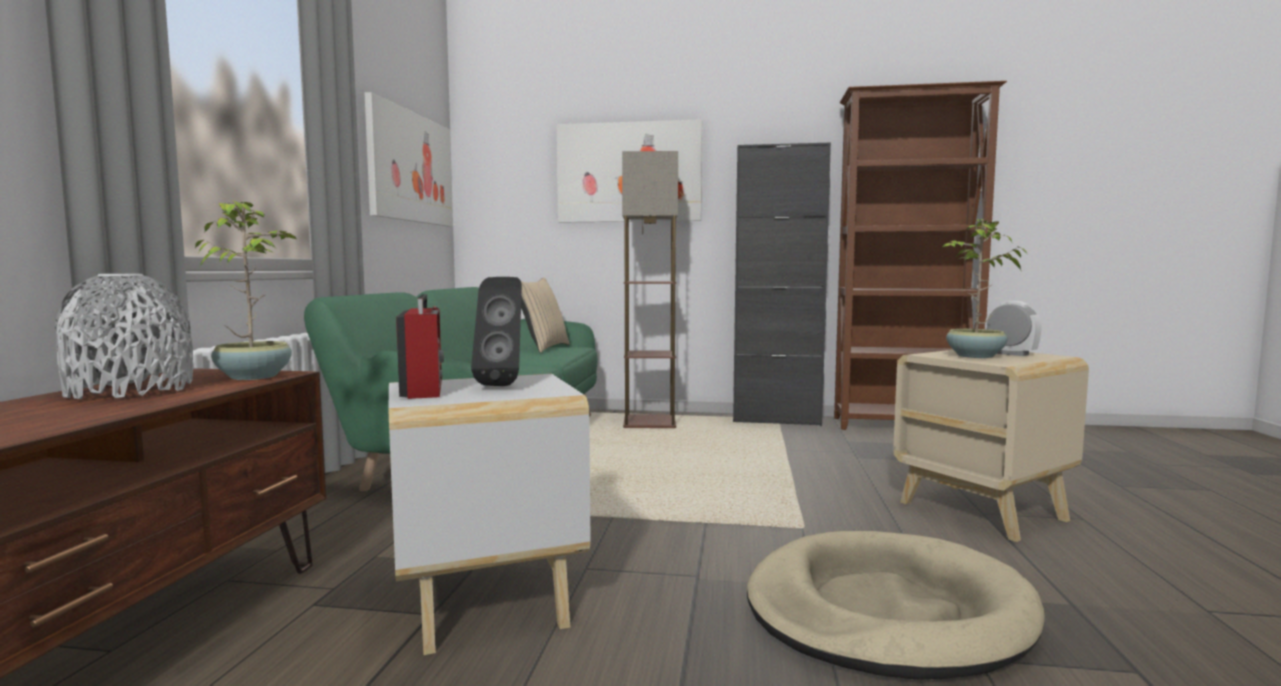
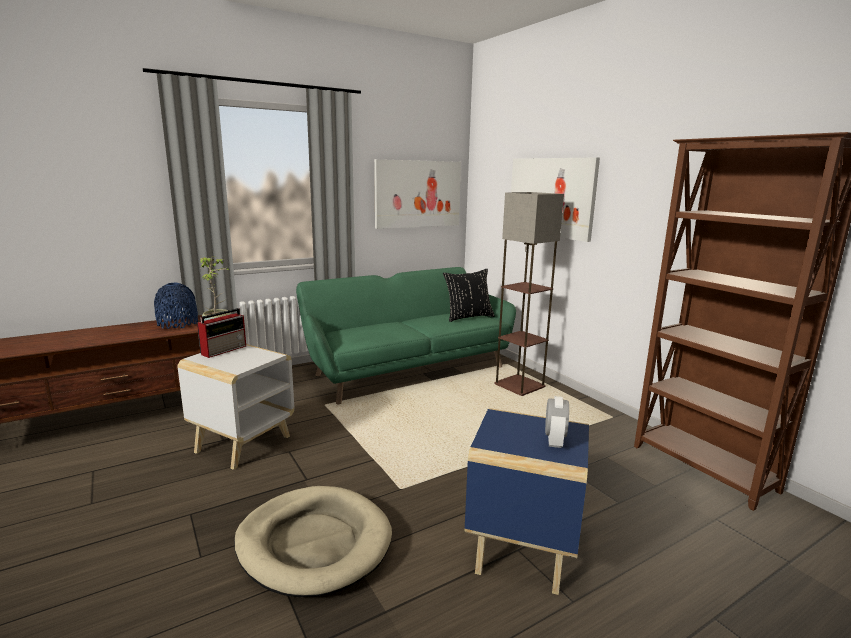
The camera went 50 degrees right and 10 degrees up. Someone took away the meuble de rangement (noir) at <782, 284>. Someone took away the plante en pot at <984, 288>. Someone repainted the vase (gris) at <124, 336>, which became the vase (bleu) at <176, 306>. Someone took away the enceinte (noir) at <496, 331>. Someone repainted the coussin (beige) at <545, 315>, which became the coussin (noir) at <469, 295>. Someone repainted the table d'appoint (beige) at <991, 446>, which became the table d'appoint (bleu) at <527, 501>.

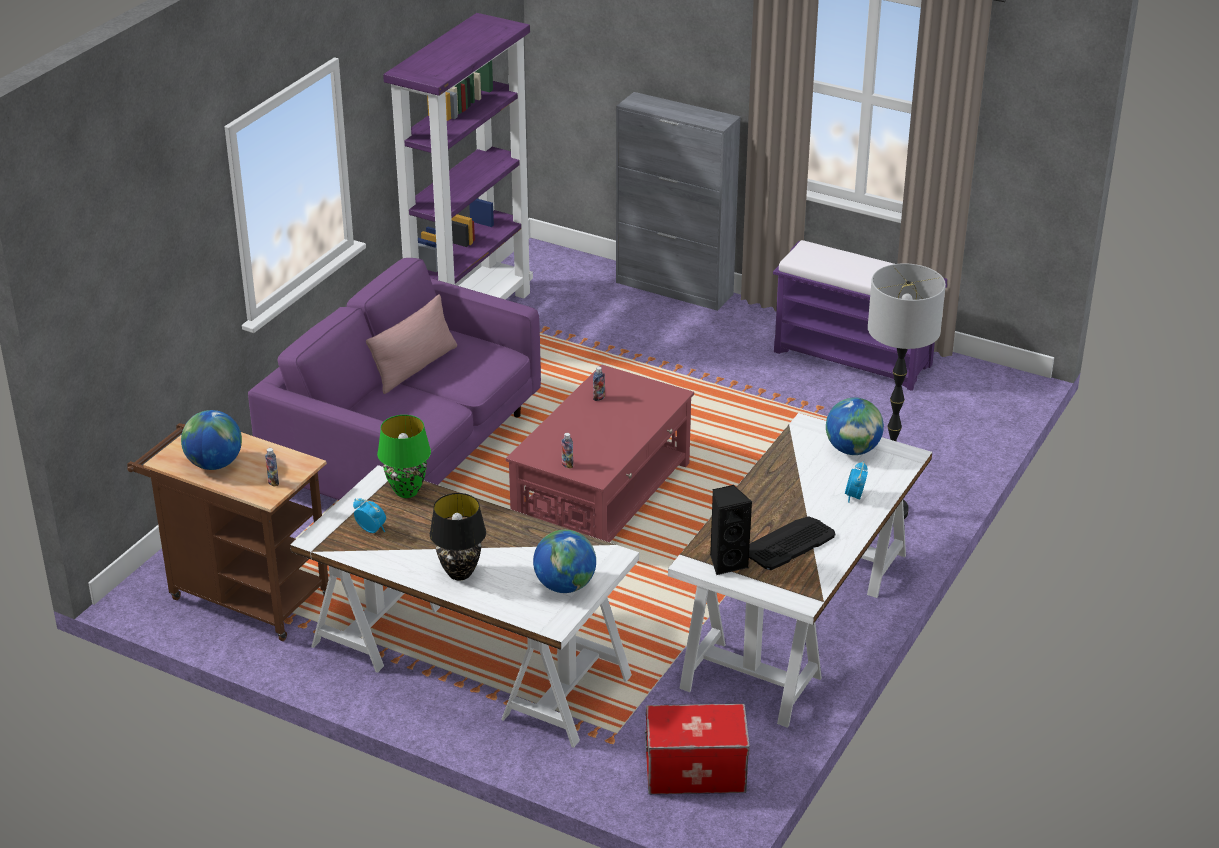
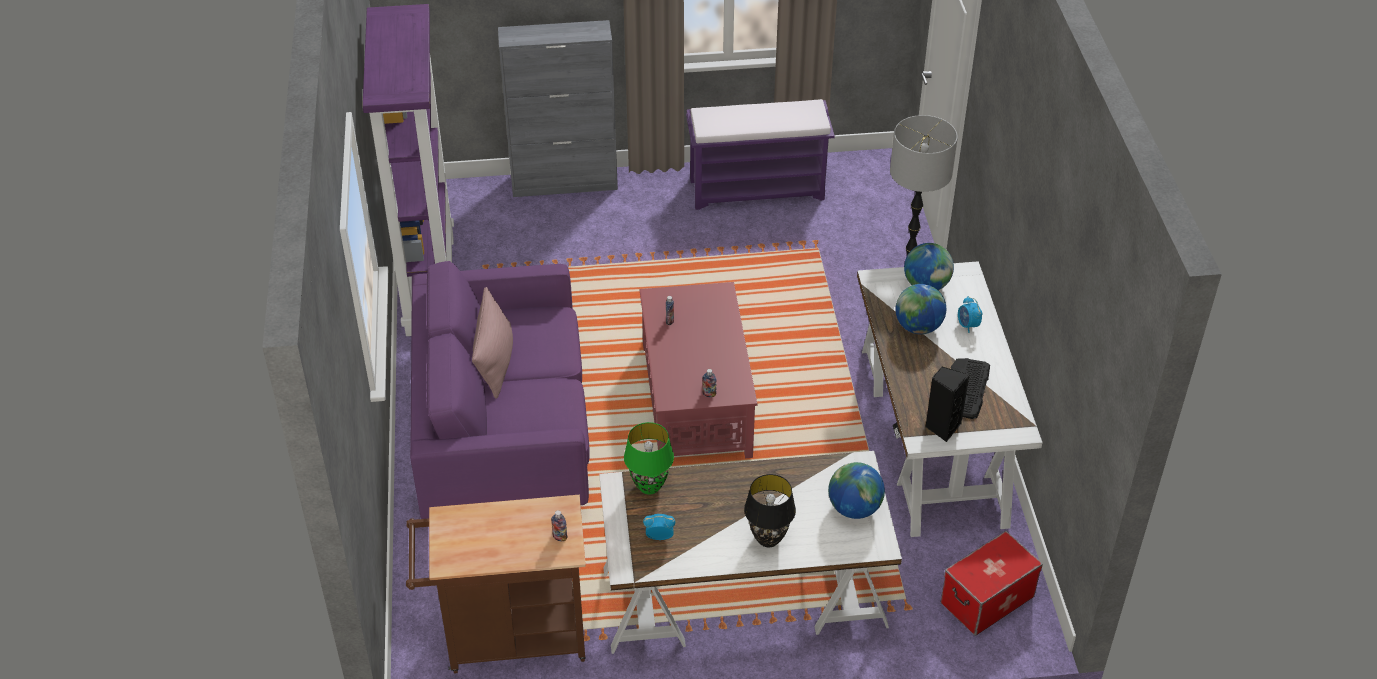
The camera went 35 degrees left and 10 degrees up. Someone carried the globe from <211, 440> to <920, 309>.

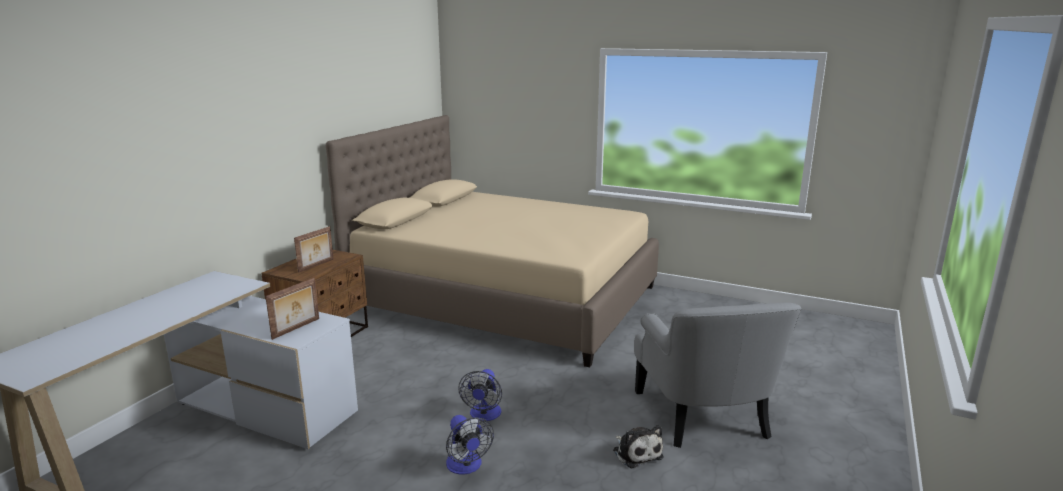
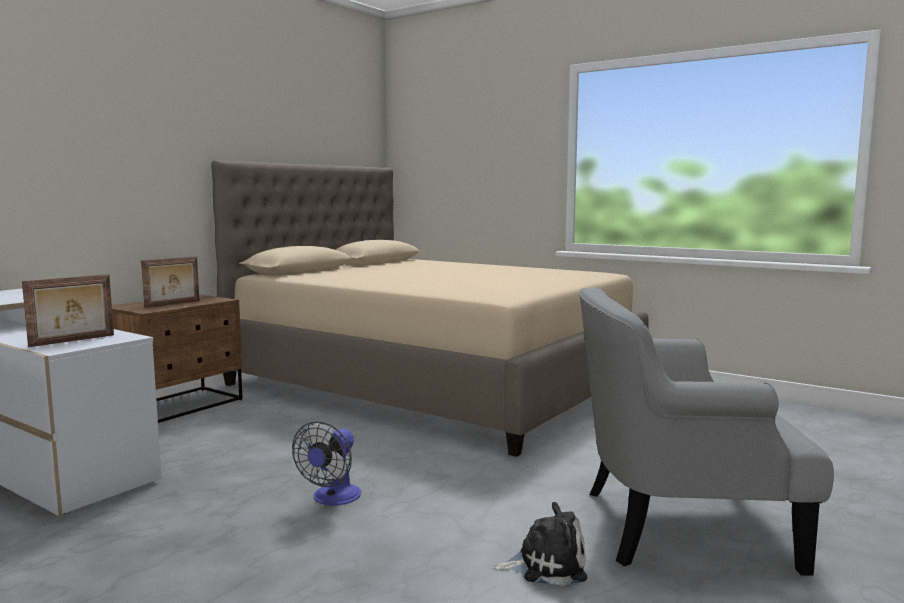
The camera went 10 degrees right and 10 degrees down. Someone rotated the fauteuil (gris) at <718, 375> by 90 degrees clockwise. Someone took away the ventilateur at <470, 445>. Someone rotated the peluche at <638, 447> by 75 degrees counterclockwise.

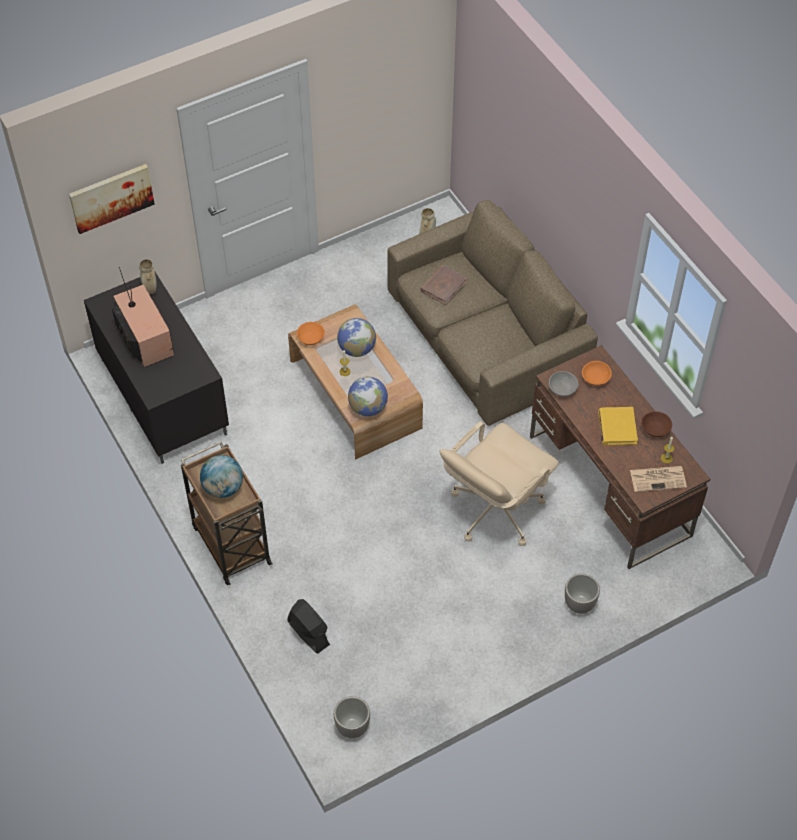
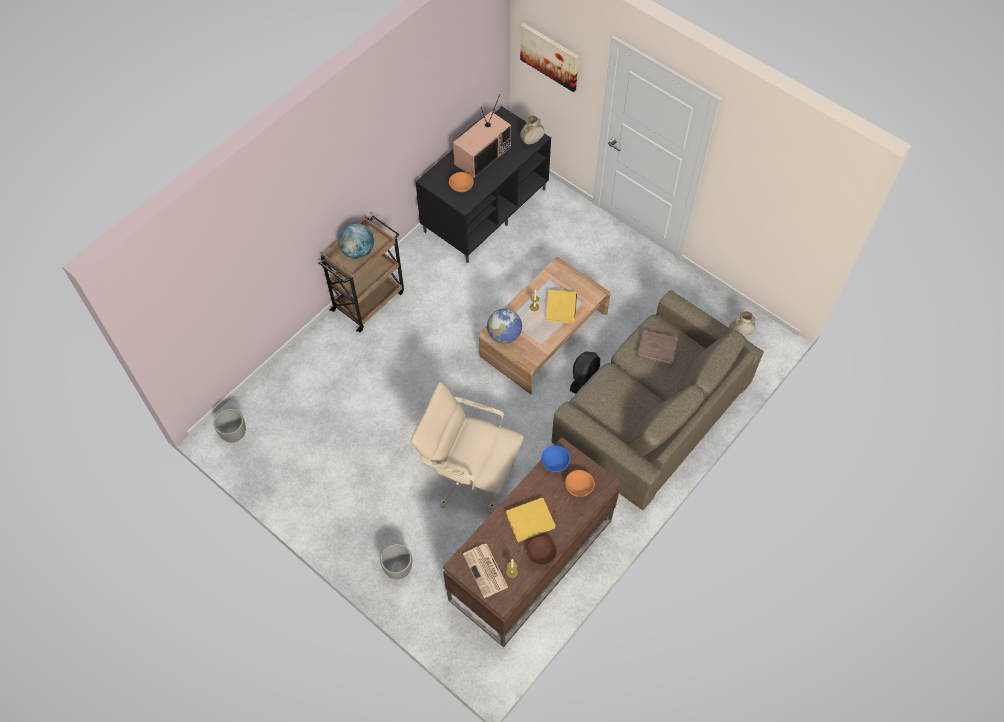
The camera went 70 degrees right and 5 degrees up. Someone swapped the globe at <356, 337> for the livre (jaune) at <561, 307>. Someone carried the bol (orange) from <311, 333> to <461, 182>. Someone repainted the bol (gris) at <564, 383>, which became the bol (bleu) at <555, 459>. Someone carried the ventilateur (noir) from <308, 626> to <584, 372>.

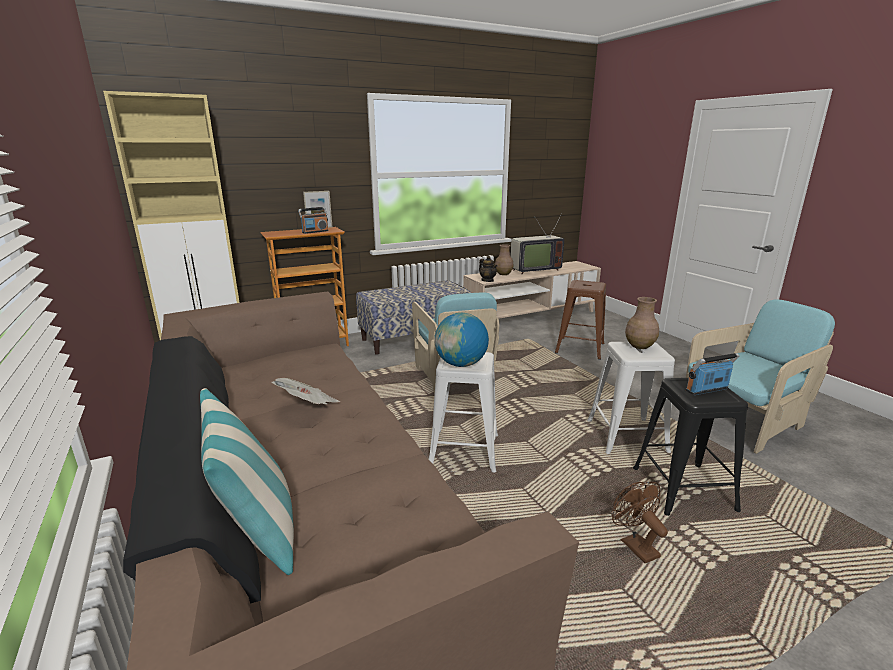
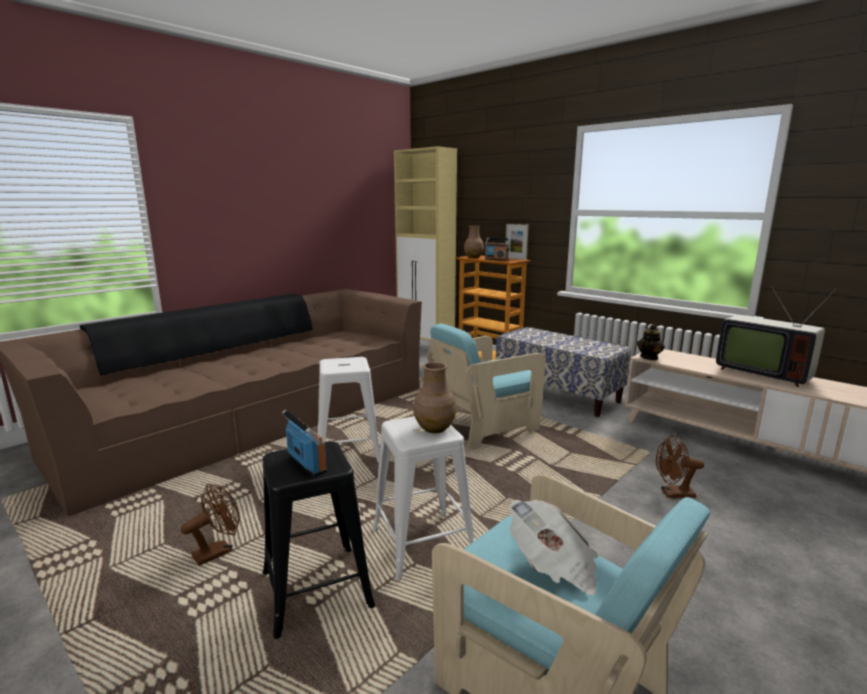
The camera went 70 degrees right and 5 degrees down. Someone carried the vase (marron) from <504, 259> to <474, 242>. Someone swapped the tabouret (marron) at <580, 320> for the ventilateur (marron) at <680, 466>. Someone took away the globe at <461, 340>. Someone carried the journal from <305, 391> to <553, 547>. Someone took away the coussin at <247, 481>.

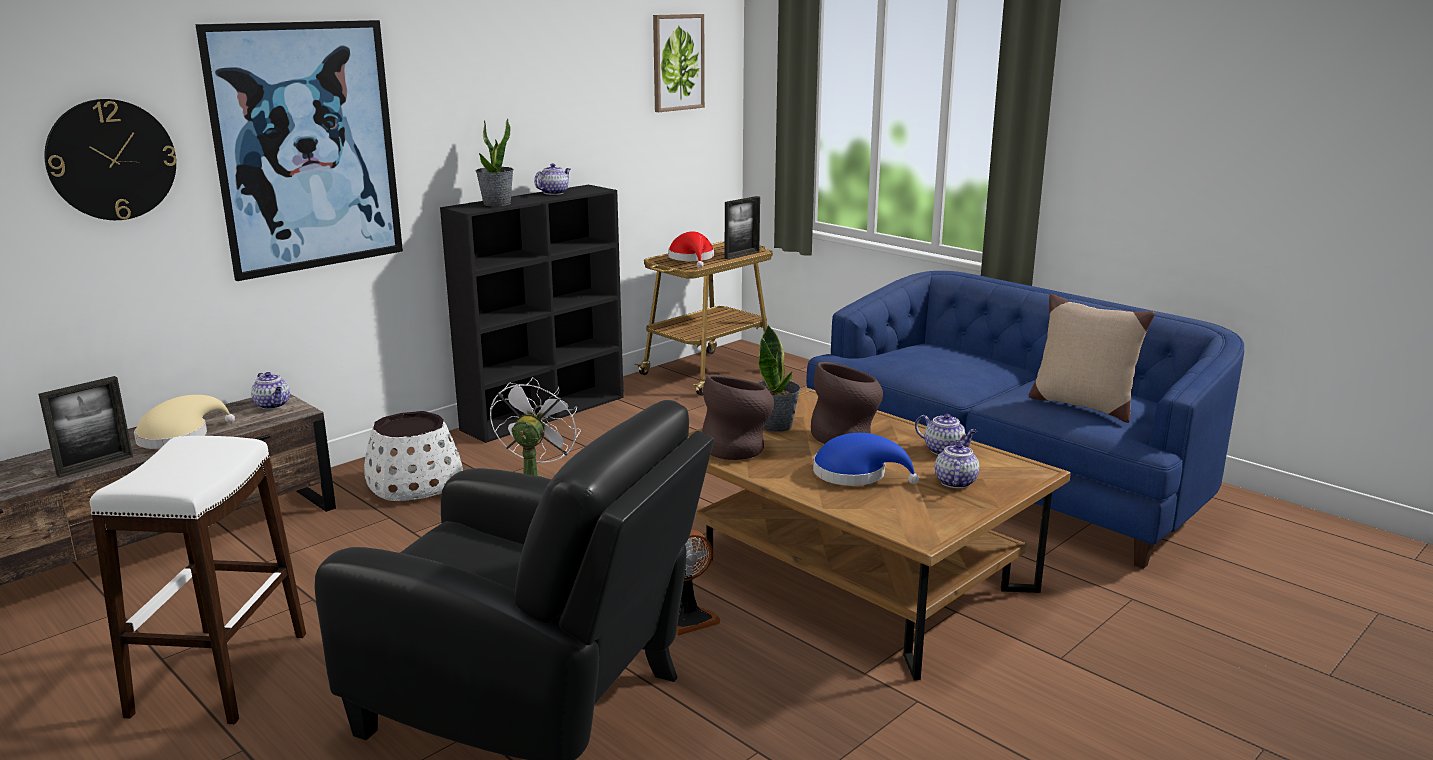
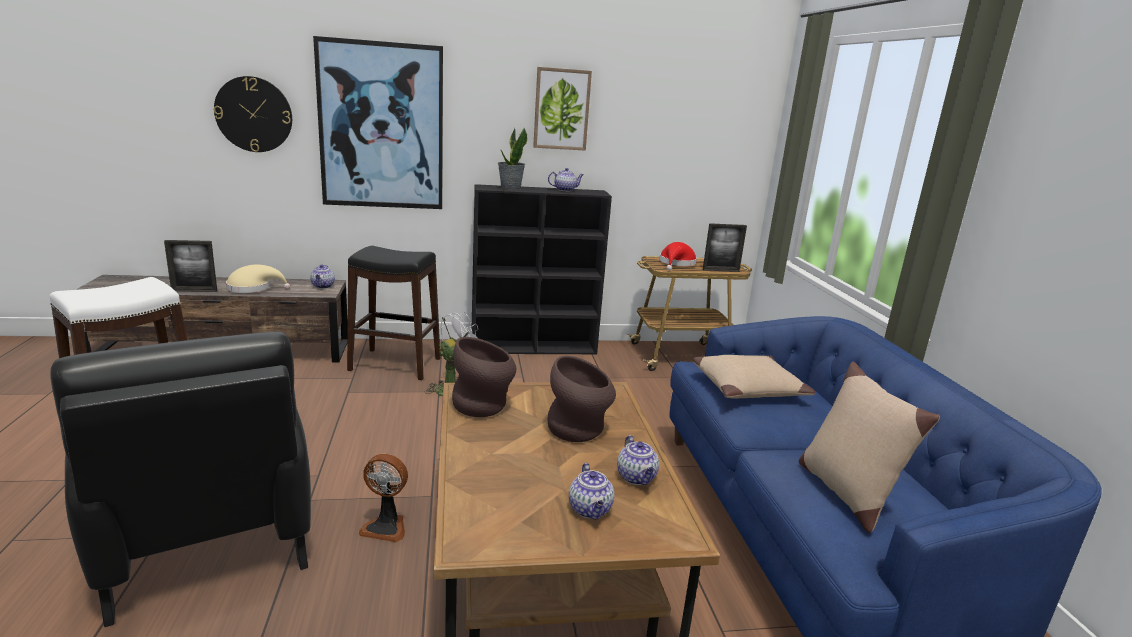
The camera went 35 degrees right and 0 degrees up. Someone carried the tableau from <679, 63> to <562, 109>. Someone took away the plante en pot at <779, 378>. Someone swapped the cache-pot (blanc) at <413, 456> for the tabouret (noir) at <394, 313>. Someone took away the chapeau (bleu) at <866, 459>. Someone rotated the théière at <957, 464> by 120 degrees clockwise. Someone put down the coussin (beige) at <754, 377>.

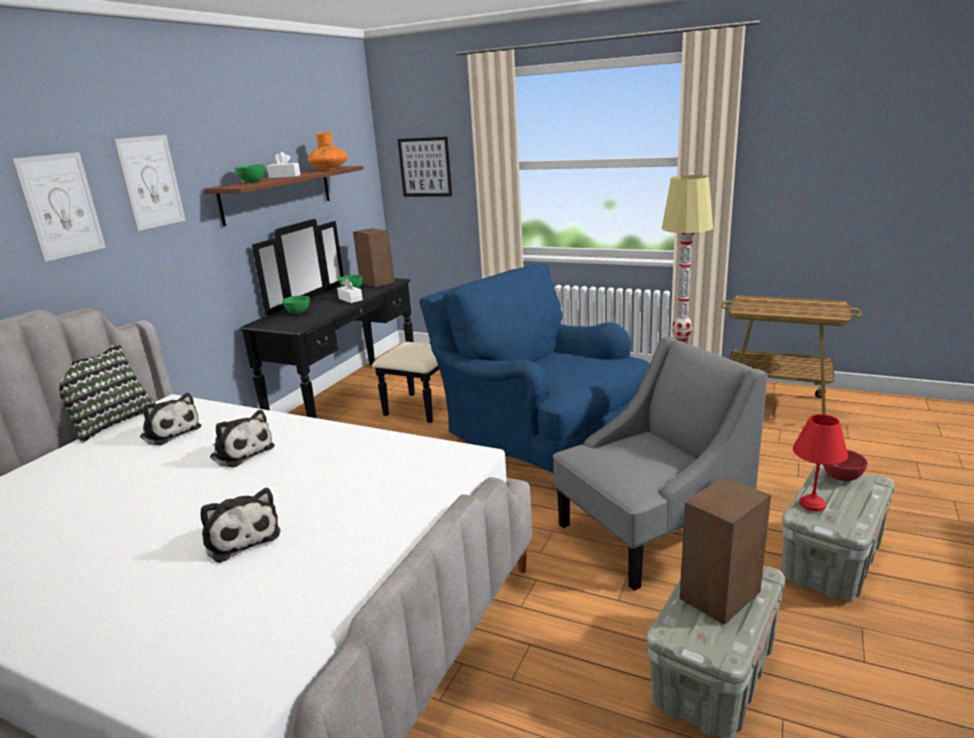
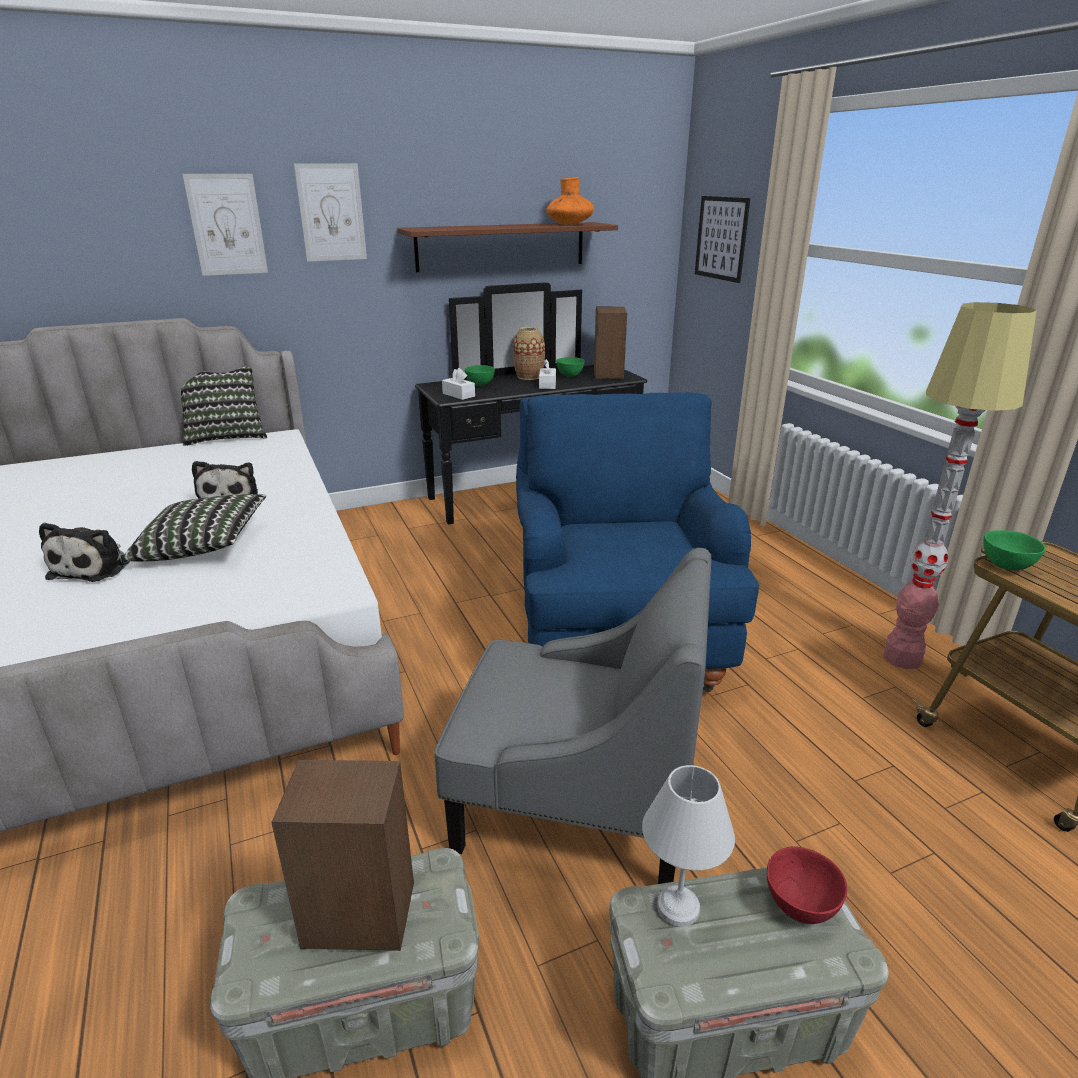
The camera went 40 degrees right and 5 degrees up. Someone carried the boîte à mouchoirs (blanc) from <284, 165> to <458, 384>. Someone carried the bol (vert) from <249, 173> to <1015, 550>. Someone took away the peluche at <170, 419>. Someone repainted the lampe de table (rouge) at <820, 463>, which became the lampe de table (blanc) at <688, 845>. Someone put down the vase at <529, 353>. Someone put down the coussin at <195, 528>.

